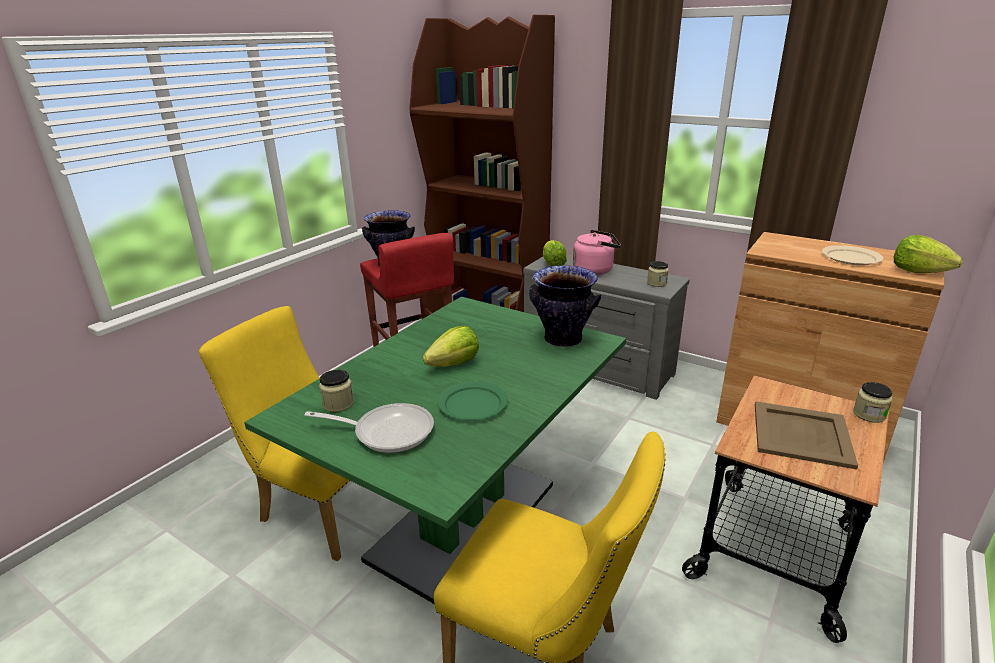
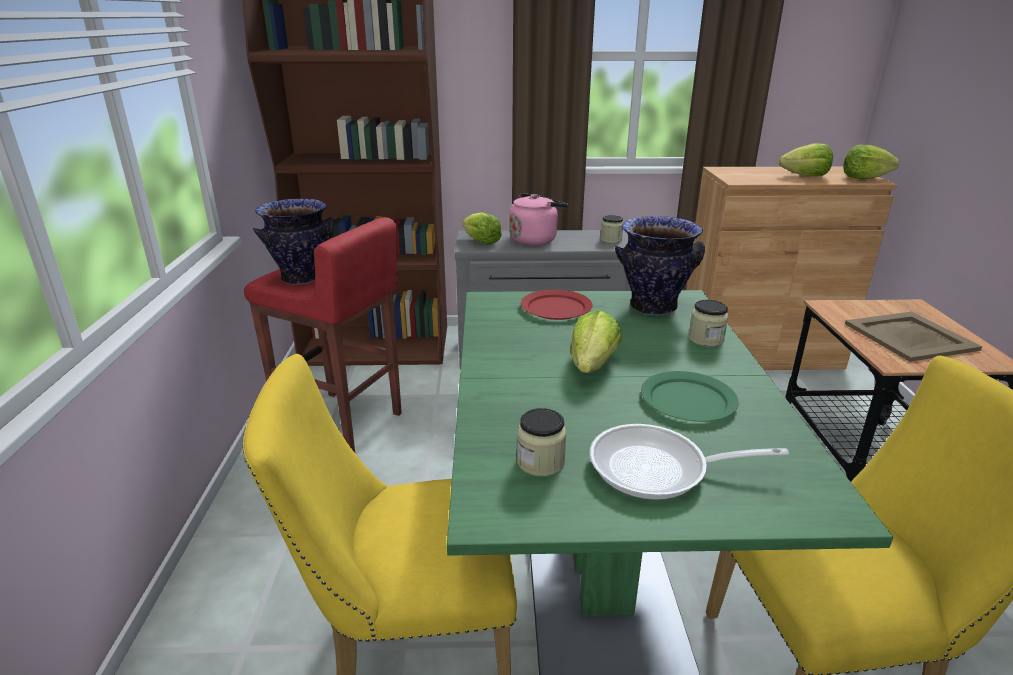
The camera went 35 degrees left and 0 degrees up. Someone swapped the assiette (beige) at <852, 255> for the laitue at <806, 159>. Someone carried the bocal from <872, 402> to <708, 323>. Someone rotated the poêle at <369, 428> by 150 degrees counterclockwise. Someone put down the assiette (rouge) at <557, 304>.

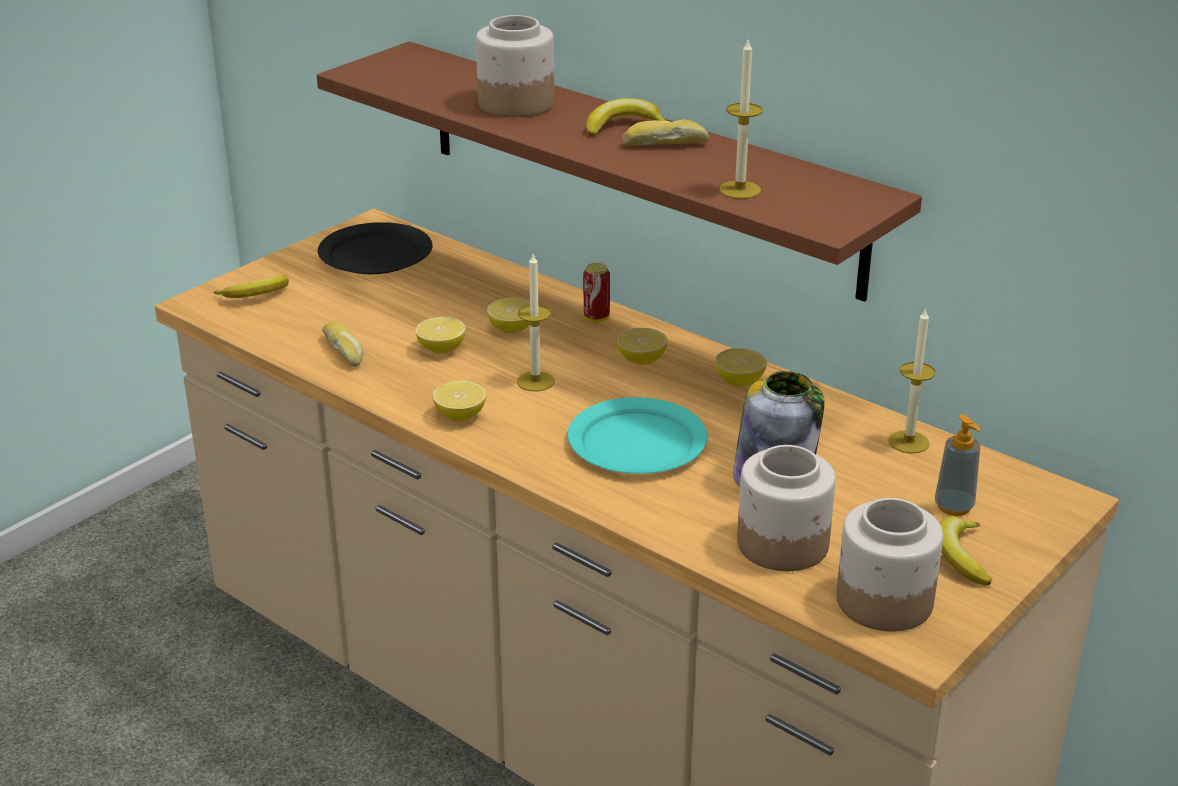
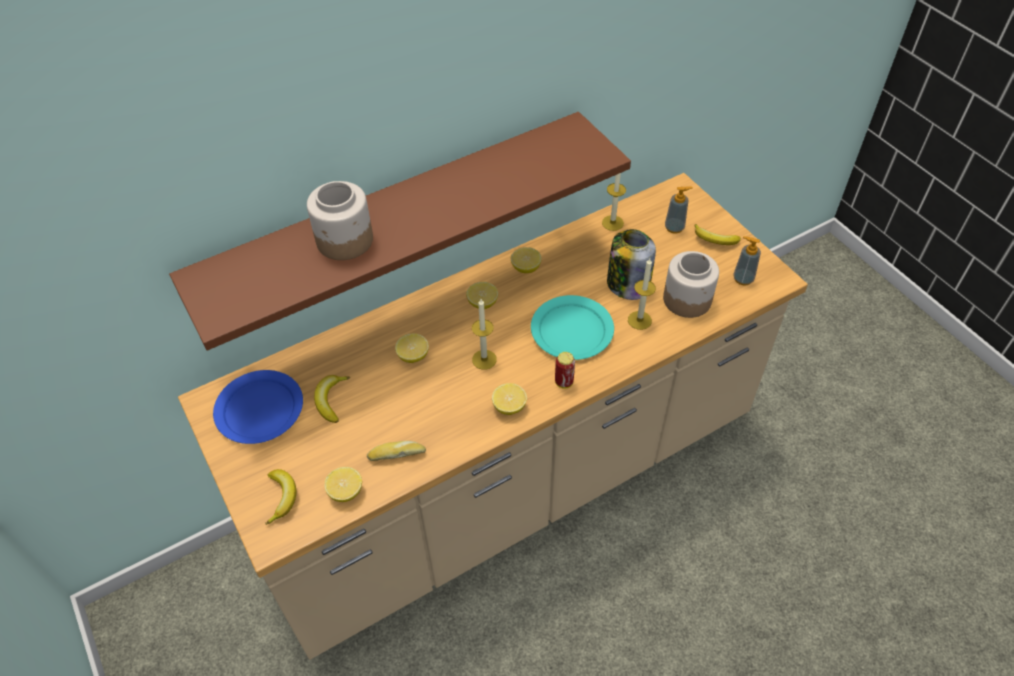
The camera went 70 degrees left and 20 degrees up. Someone carried the bougie from <741, 119> to <642, 294>. Someone carried the banane from <626, 117> to <332, 399>. Someone took away the pain at <665, 133>. Someone repainted the assiette (noir) at <375, 248>, which became the assiette (bleu) at <258, 407>. Someone carried the boîte métallique from <596, 293> to <565, 370>. Someone carried the citron from <440, 335> to <343, 484>. Someone swapped the bocal at <889, 565> for the distributeur de savon at <747, 261>.

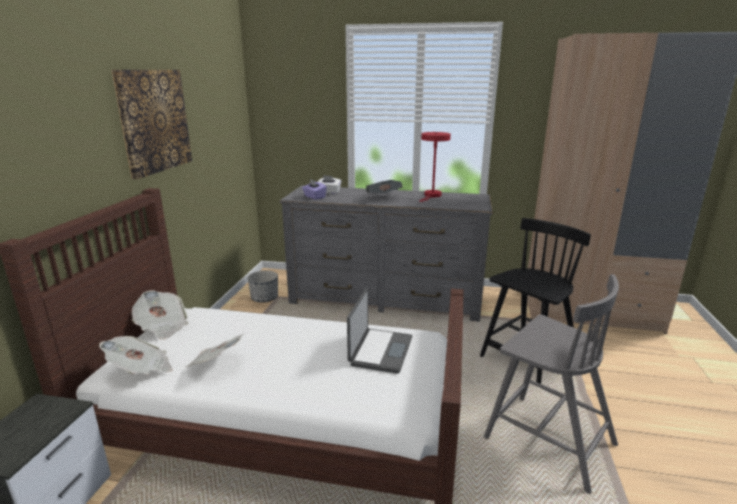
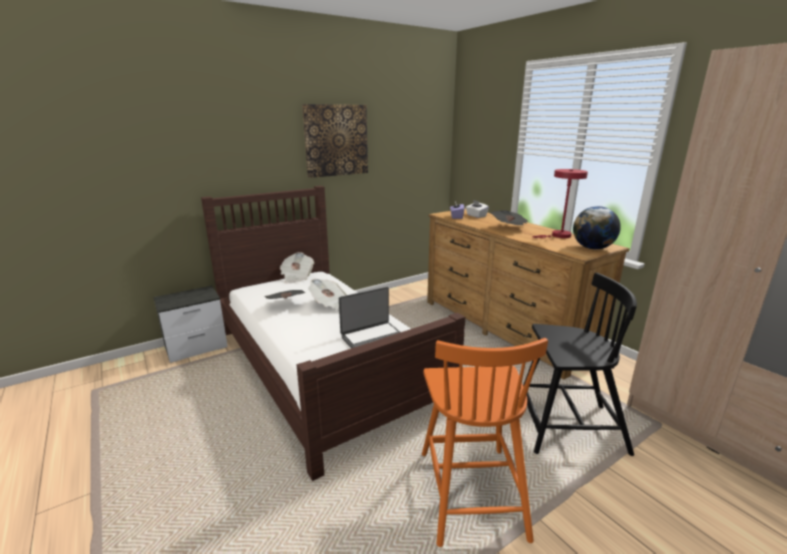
The camera went 45 degrees right and 0 degrees up. Someone repainted the commode (gris) at <386, 253>, which became the commode (marron) at <528, 294>. Someone took away the cache-pot at <263, 286>. Someone repainted the chaise (gris) at <551, 384>, which became the chaise (orange) at <485, 442>. Someone carried the journal from <136, 355> to <327, 295>. Someone put down the globe at <597, 227>.

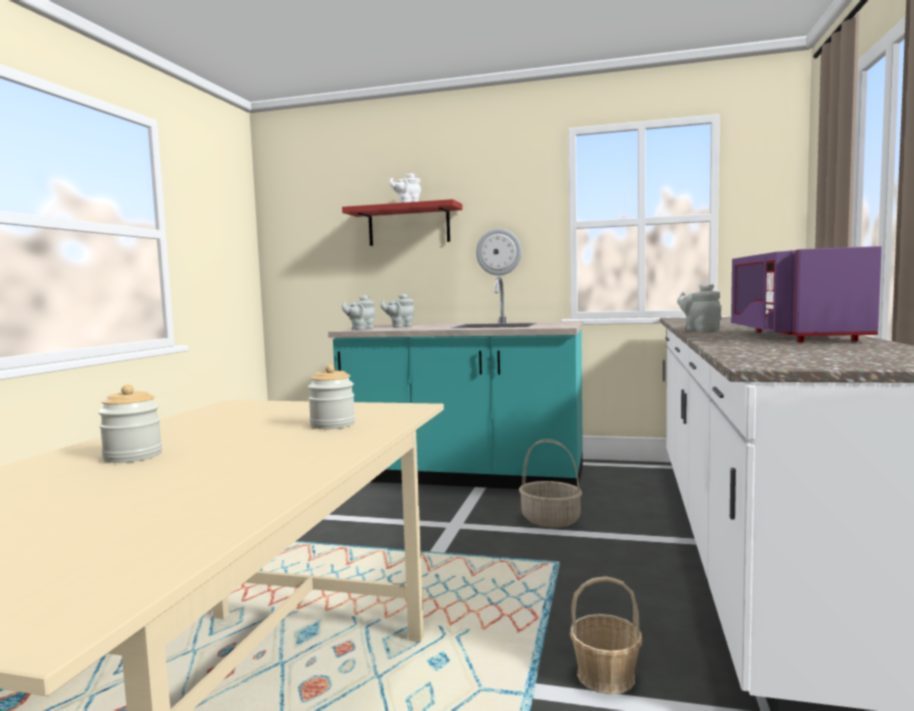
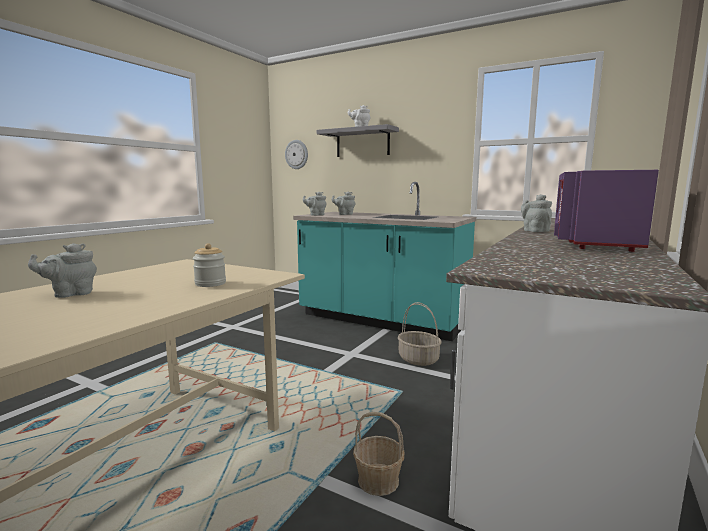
The camera went 15 degrees right and 5 degrees up. Someone repainted the étagère (rouge) at <402, 222>, which became the étagère (gris) at <358, 140>. Someone carried the horloge murale from <499, 252> to <296, 154>. Someone swapped the bocal at <130, 423> for the théière (gris) at <62, 270>.

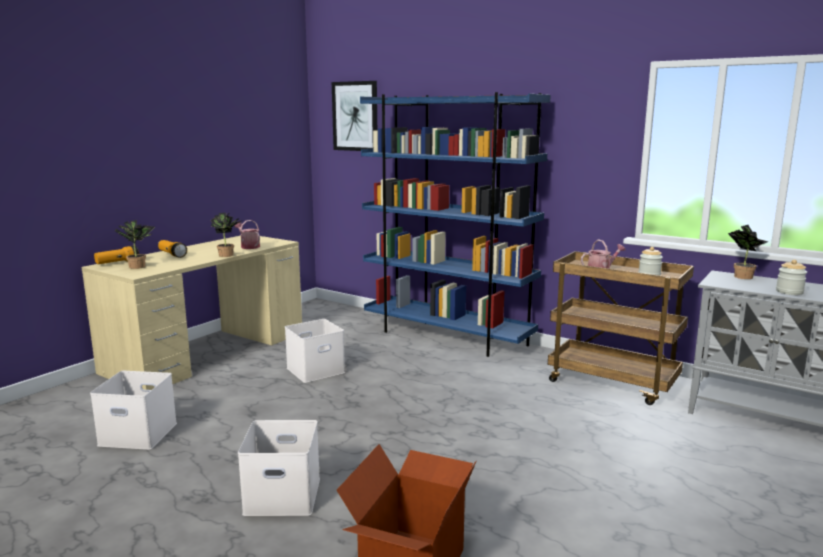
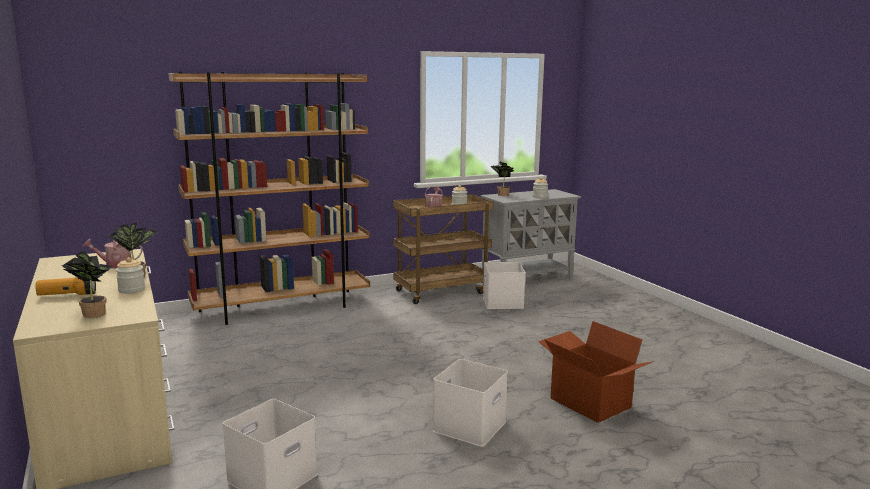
The camera went 60 degrees left and 0 degrees up. Someone took away the tableau at <354, 116>. Someone repainted the bibliothèque (bleu) at <455, 224>, which became the bibliothèque (marron) at <269, 198>. Someone took away the lampe de poche at <116, 255>. Someone carried the boîte de rangement (blanc) from <315, 351> to <504, 285>. Someone put down the bocal at <130, 275>.

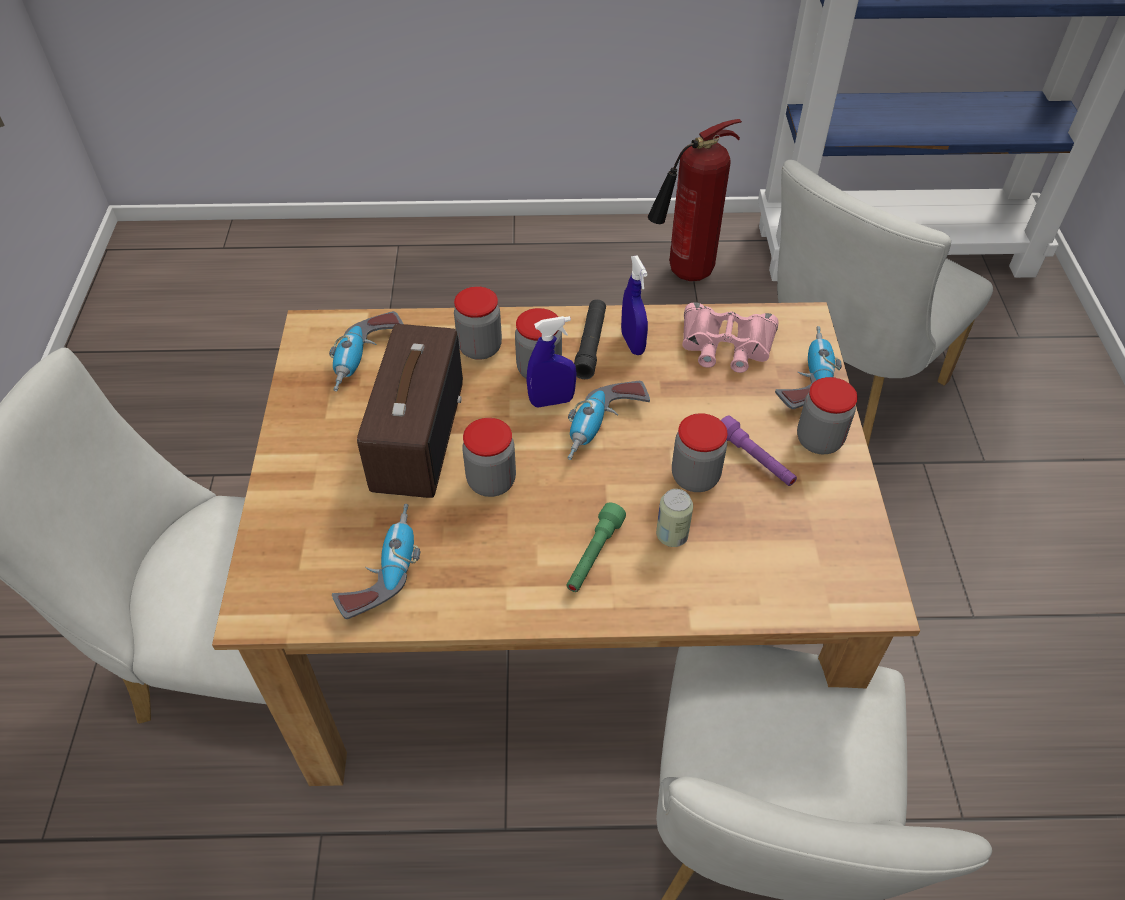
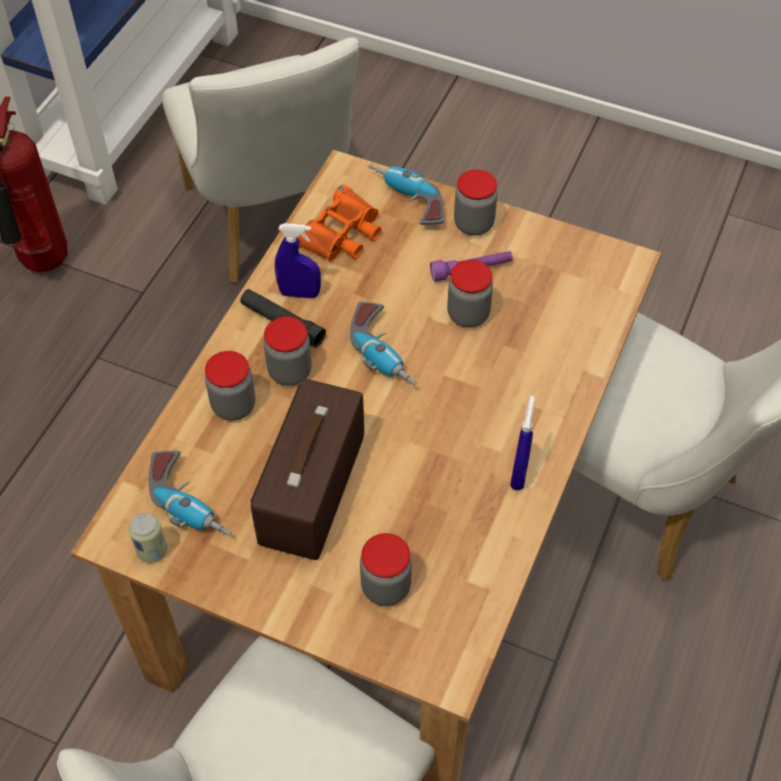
The camera went 65 degrees left and 5 degrees up. Someone repainted the jumelles (rose) at <730, 337>, which became the jumelles (orange) at <339, 223>. Someone carried the vaporisateur (bleu) from <551, 361> to <522, 443>. Someone rotated the radio at <410, 411> by 105 degrees counterclockwise. Someone carried the bocal from <489, 457> to <386, 569>. Someone carried the boîte métallique from <674, 518> to <148, 538>. Someone took away the lampe de poche (vert) at <596, 547>. Someone took away the perceuse at <376, 561>.

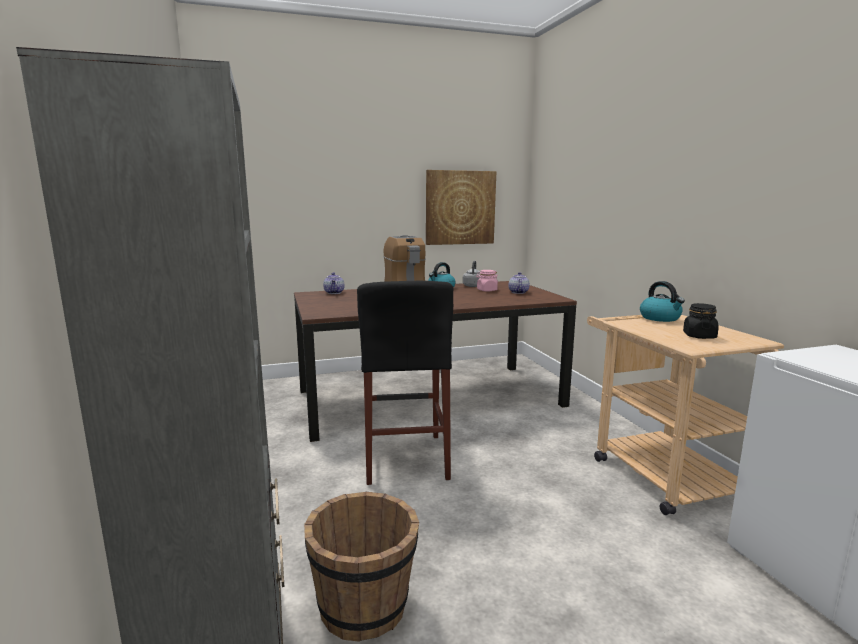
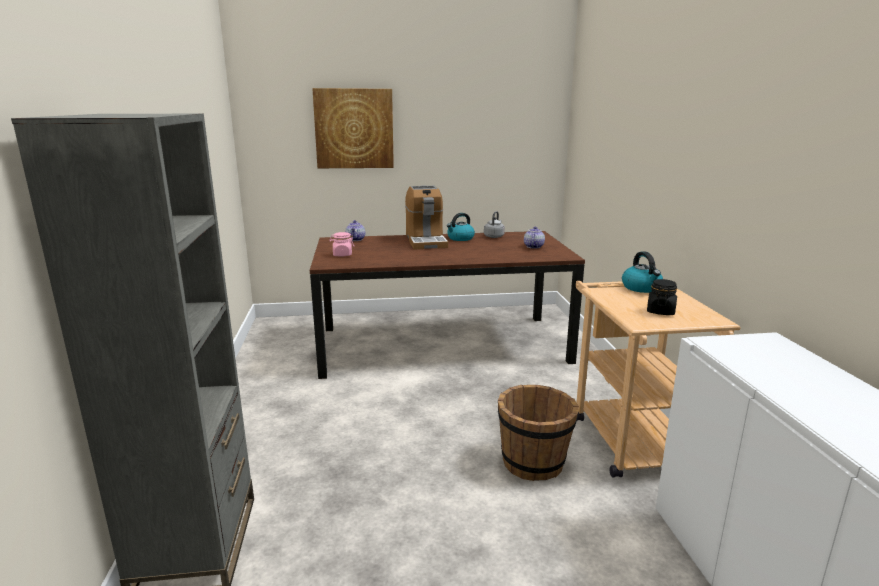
The camera went 10 degrees right and 5 degrees up. Someone carried the tableau from <461, 207> to <353, 128>. Someone carried the bocal (rose) from <487, 280> to <341, 244>. Someone took away the tabouret (noir) at <405, 383>. Someone carried the seau (marron) from <361, 567> to <538, 433>.

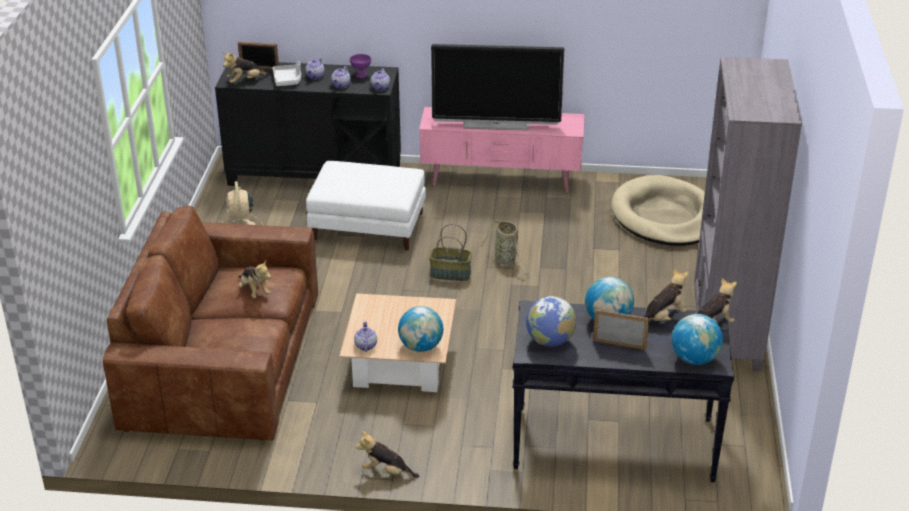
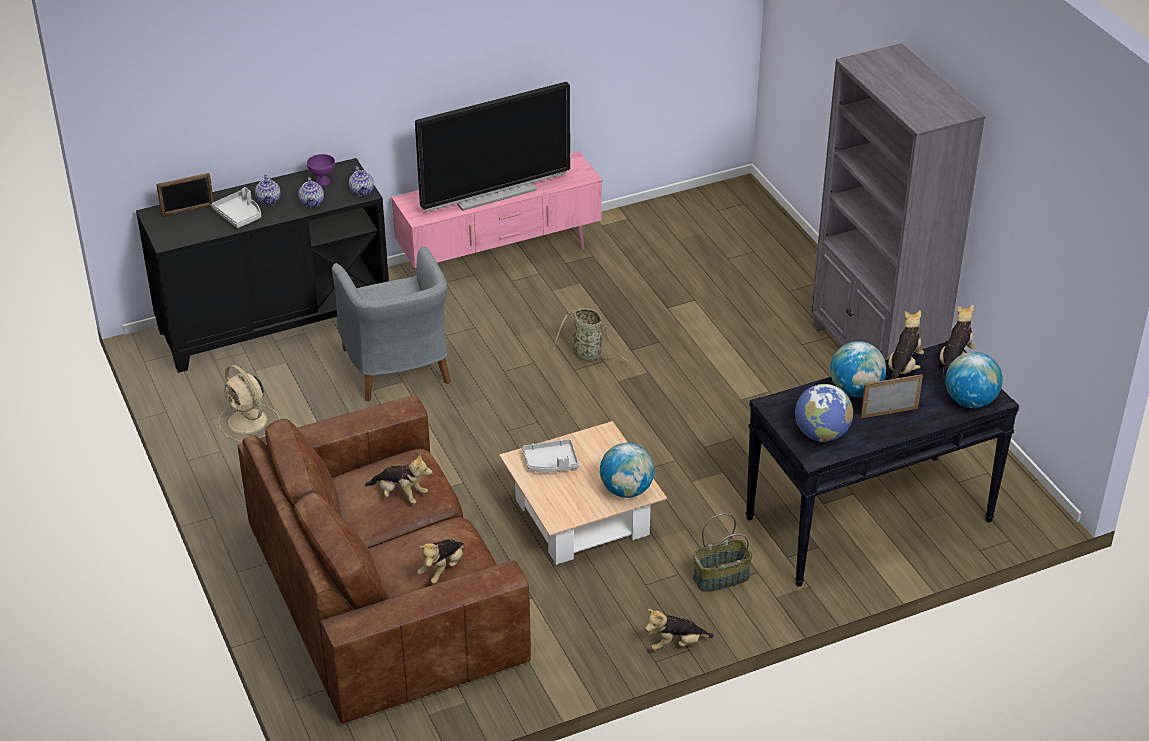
The camera went 30 degrees left and 5 degrees up. Someone carried the peluche from <246, 67> to <441, 561>. Someone swapped the pouf (blanc) at <366, 206> for the fauteuil (gris) at <391, 323>. Someone took away the panier pour chien (beige) at <658, 210>. Someone carried the panier from <450, 252> to <723, 552>. Someone took away the théière at <365, 336>. Someone put down the plateau (gris) at <550, 455>.

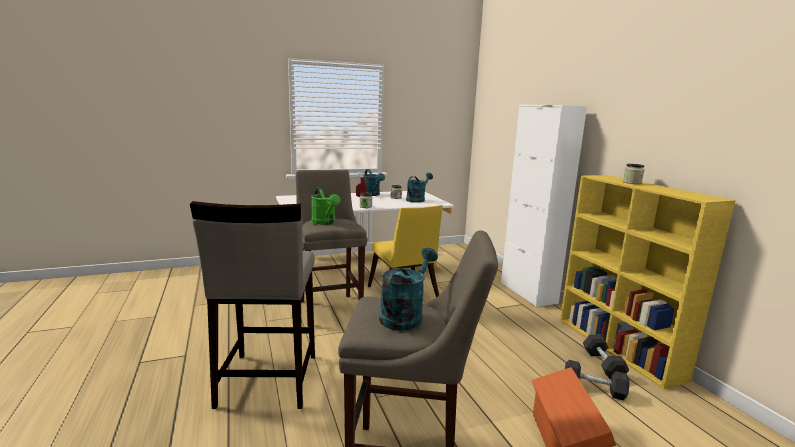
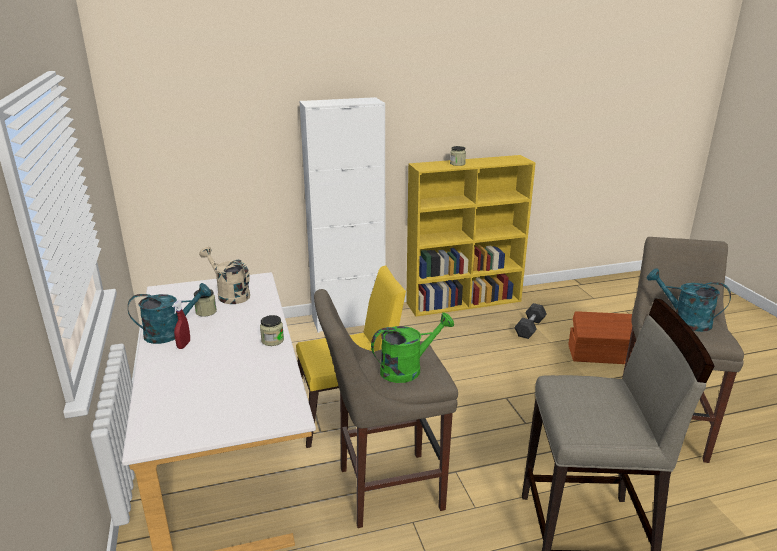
The camera went 85 degrees left and 10 degrees up. Someone repainted the arrosoir (turquoise) at <419, 188>, which became the arrosoir (beige) at <224, 275>. Someone took away the haltère (gris) at <606, 356>.

